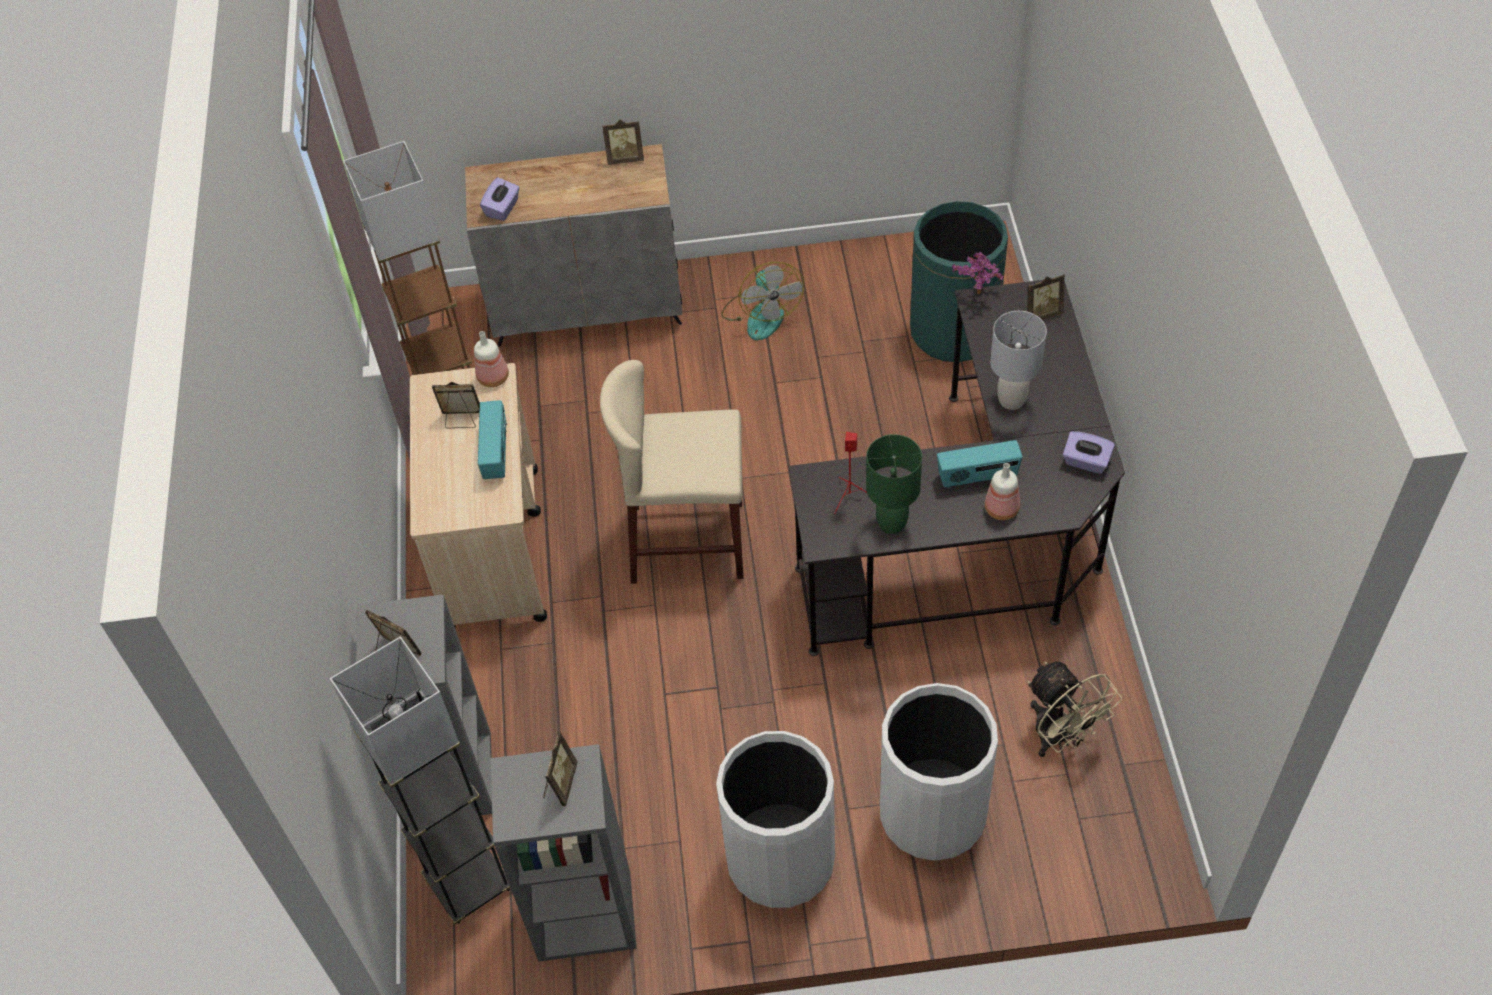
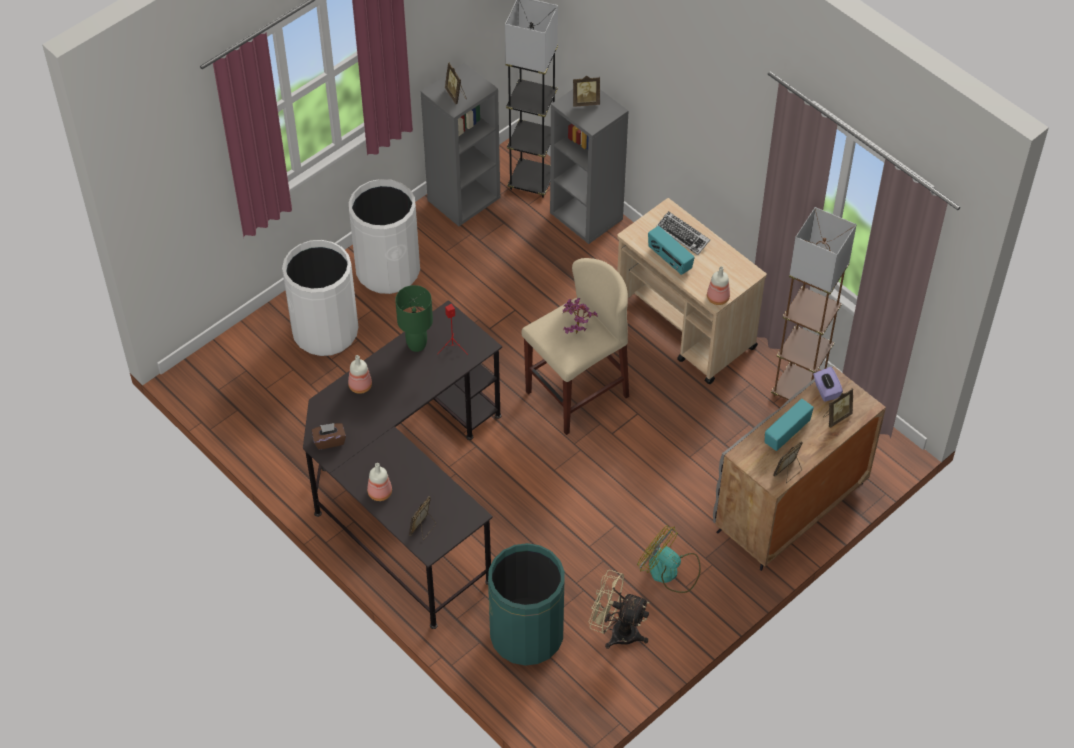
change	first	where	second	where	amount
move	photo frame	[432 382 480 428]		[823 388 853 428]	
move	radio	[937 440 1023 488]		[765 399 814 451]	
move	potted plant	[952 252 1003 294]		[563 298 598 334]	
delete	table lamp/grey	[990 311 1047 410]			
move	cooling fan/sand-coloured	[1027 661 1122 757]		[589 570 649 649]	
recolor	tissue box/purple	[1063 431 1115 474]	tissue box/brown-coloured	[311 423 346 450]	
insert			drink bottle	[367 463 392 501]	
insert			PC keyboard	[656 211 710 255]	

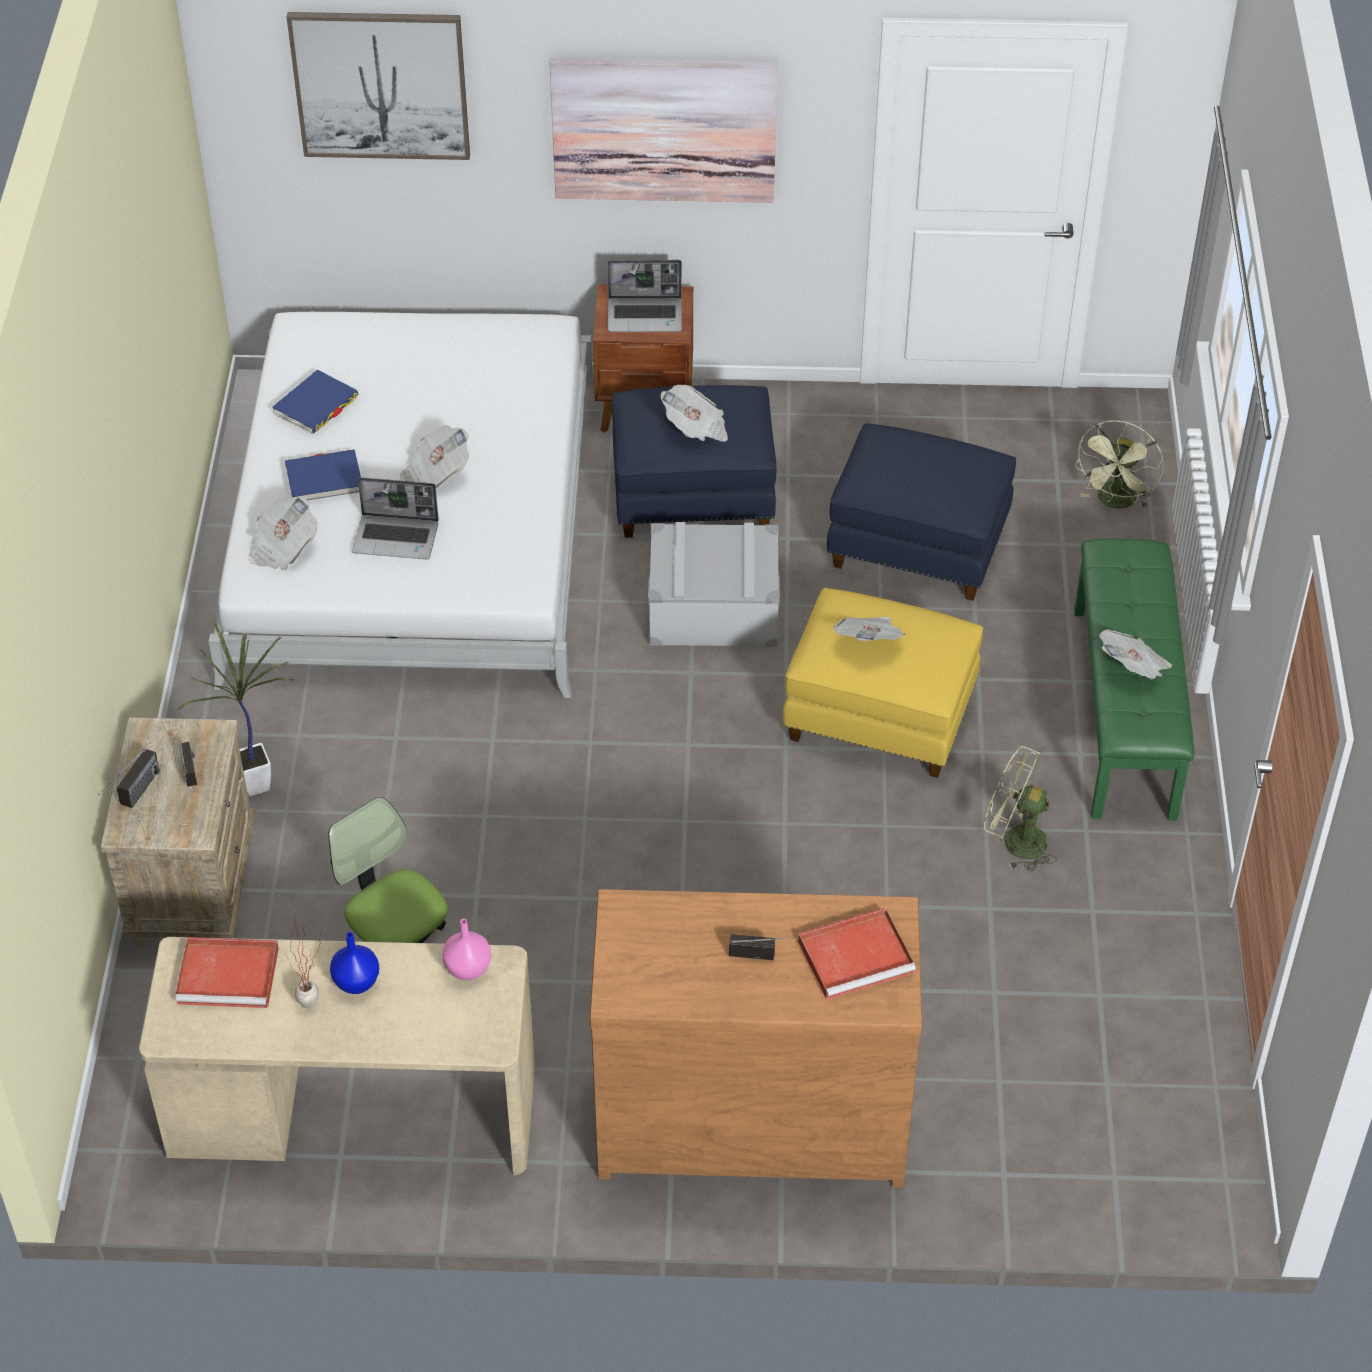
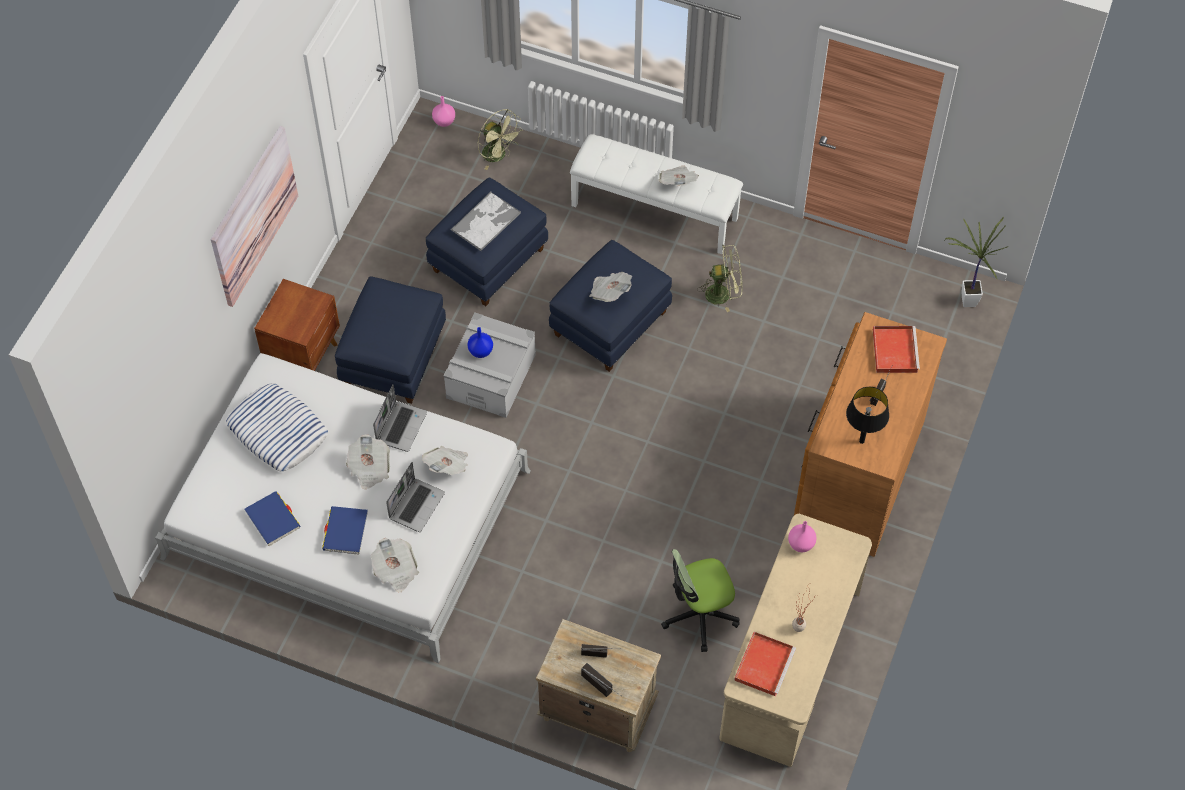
change	first	where	second	where	amount
move	potted plant	[178 623 295 796]		[944 217 1008 307]	
delete	wall picture	[287 12 470 160]			
move	flower vase/bluish	[330 932 379 994]		[467 327 493 358]	
move	laptop	[608 260 682 332]		[373 384 427 452]	
move	printed paper	[661 385 728 442]		[422 446 468 475]	
recolor	ottoman/yellow	[783 588 983 778]	ottoman/bluish	[549 240 672 372]	
rotate	cooling fan/green-coloured	[984 746 1057 871]		[697 245 743 312]	135 degrees counterclockwise
recolor	bench/green-coloured	[1074 538 1194 821]	bench/whitish	[570 134 743 254]	
insert			cushion	[226 383 328 471]	
insert			flower vase/pink-coloured	[432 96 455 127]	
insert			tray	[451 192 521 251]	
insert			table lamp/black-coloured	[846 387 889 444]	

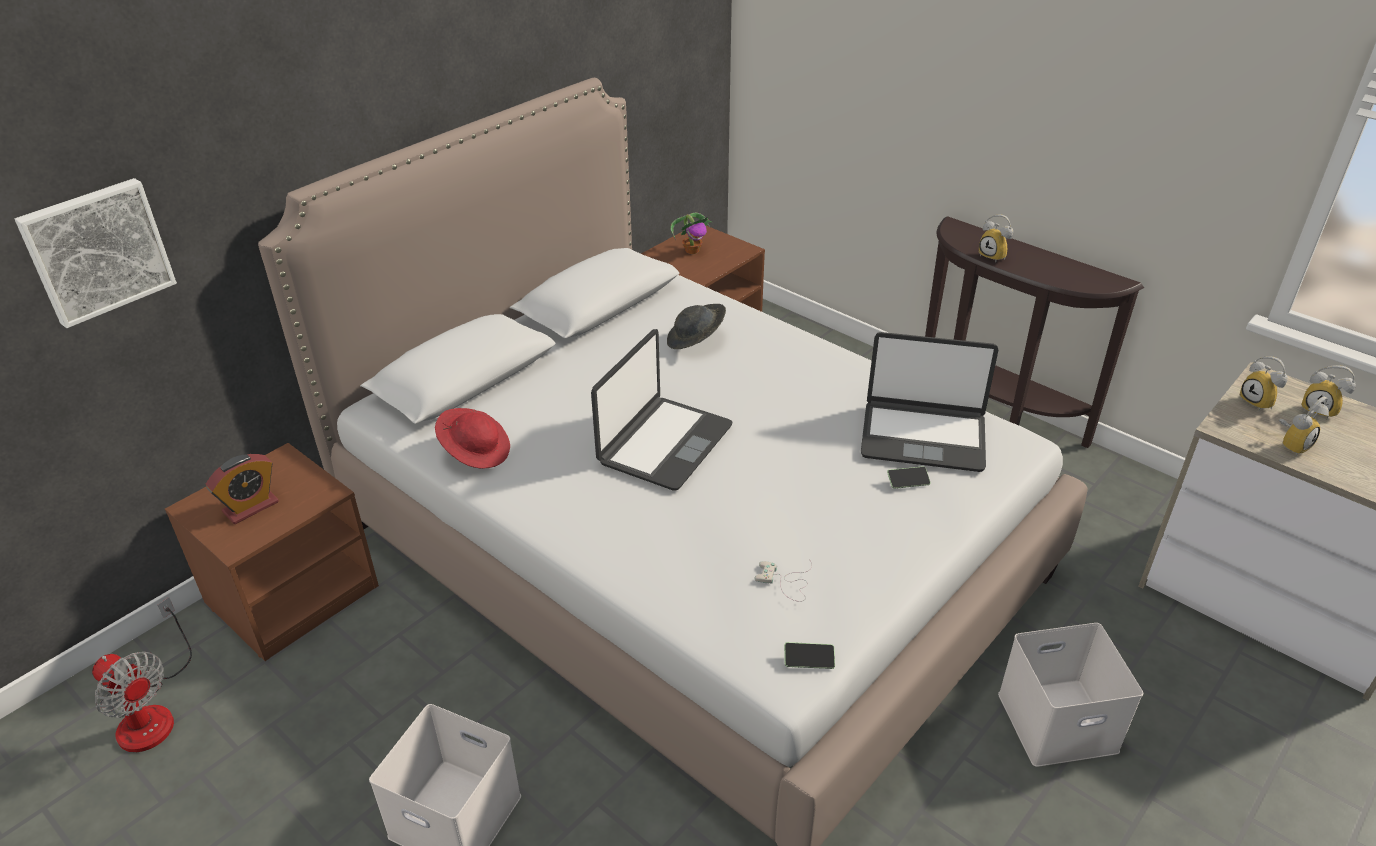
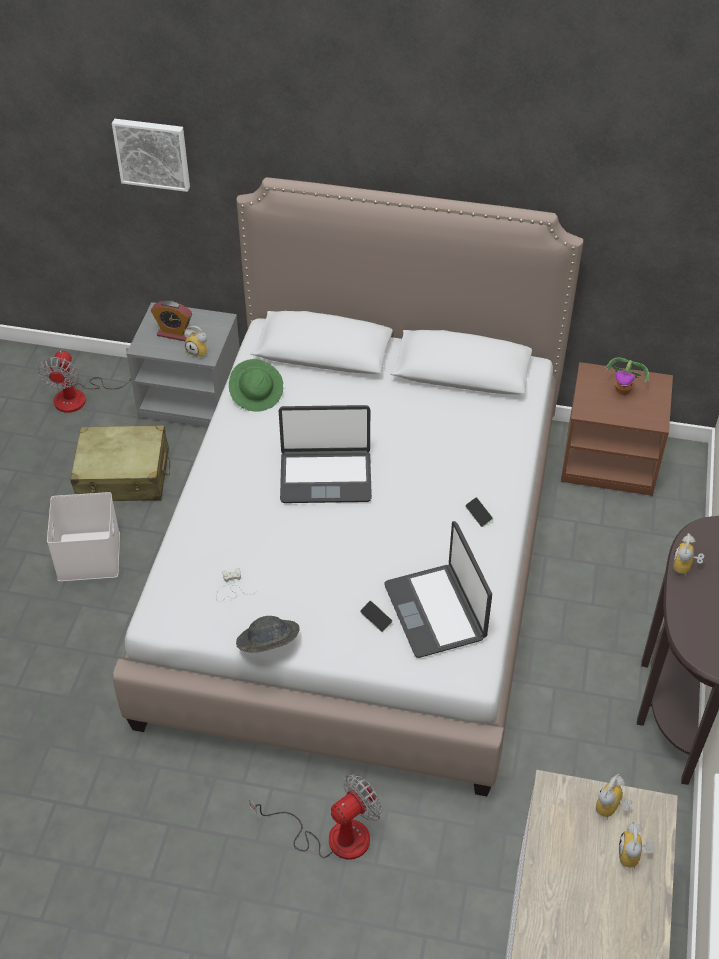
change	first	where	second	where	amount
recolor	bedside table/brown-coloured	[165 443 379 661]	bedside table/grey	[126 302 240 428]	
recolor	wearable hat/reddish	[435 408 510 469]	wearable hat/green-coloured	[229 359 283 412]	
move	wearable hat/grey	[667 304 726 349]		[236 616 299 653]	
move	handset	[784 642 835 669]		[465 497 493 527]	
replace	storage bin/whitish	[998 623 1143 767]	cooling fan	[249 774 382 860]	
move	table clock	[1279 397 1329 456]		[184 326 207 358]	
insert			piece of luggage/sand-coloured	[70 425 170 501]	

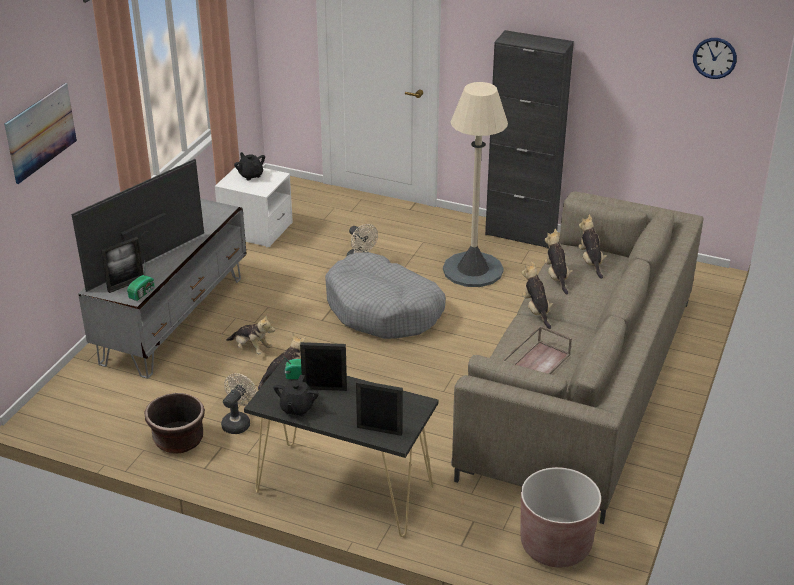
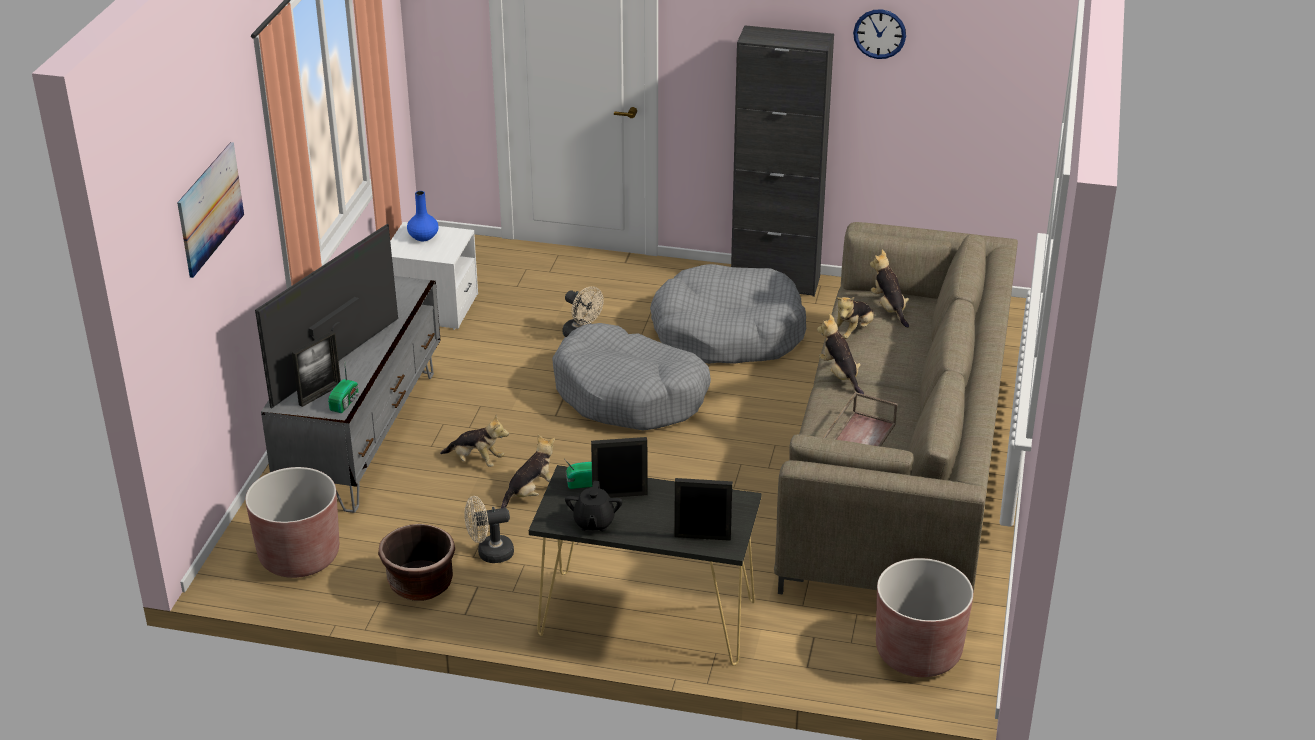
change	first	where	second	where	amount
rotate	cooling fan/sand-coloured	[221 373 257 434]		[465 496 514 563]	120 degrees counterclockwise
replace	teapot/black-coloured	[234 152 265 181]	flower vase/bluish	[407 191 439 241]	
replace	standing lamp/sand-coloured	[443 82 508 287]	dog cushion/grey	[650 264 806 364]	
rotate	plush toy	[544 229 573 294]		[836 297 875 339]	120 degrees counterclockwise
move	hanging clock	[693 38 737 79]		[853 9 906 59]	
insert			flower pot/brown-coloured	[245 467 339 578]	

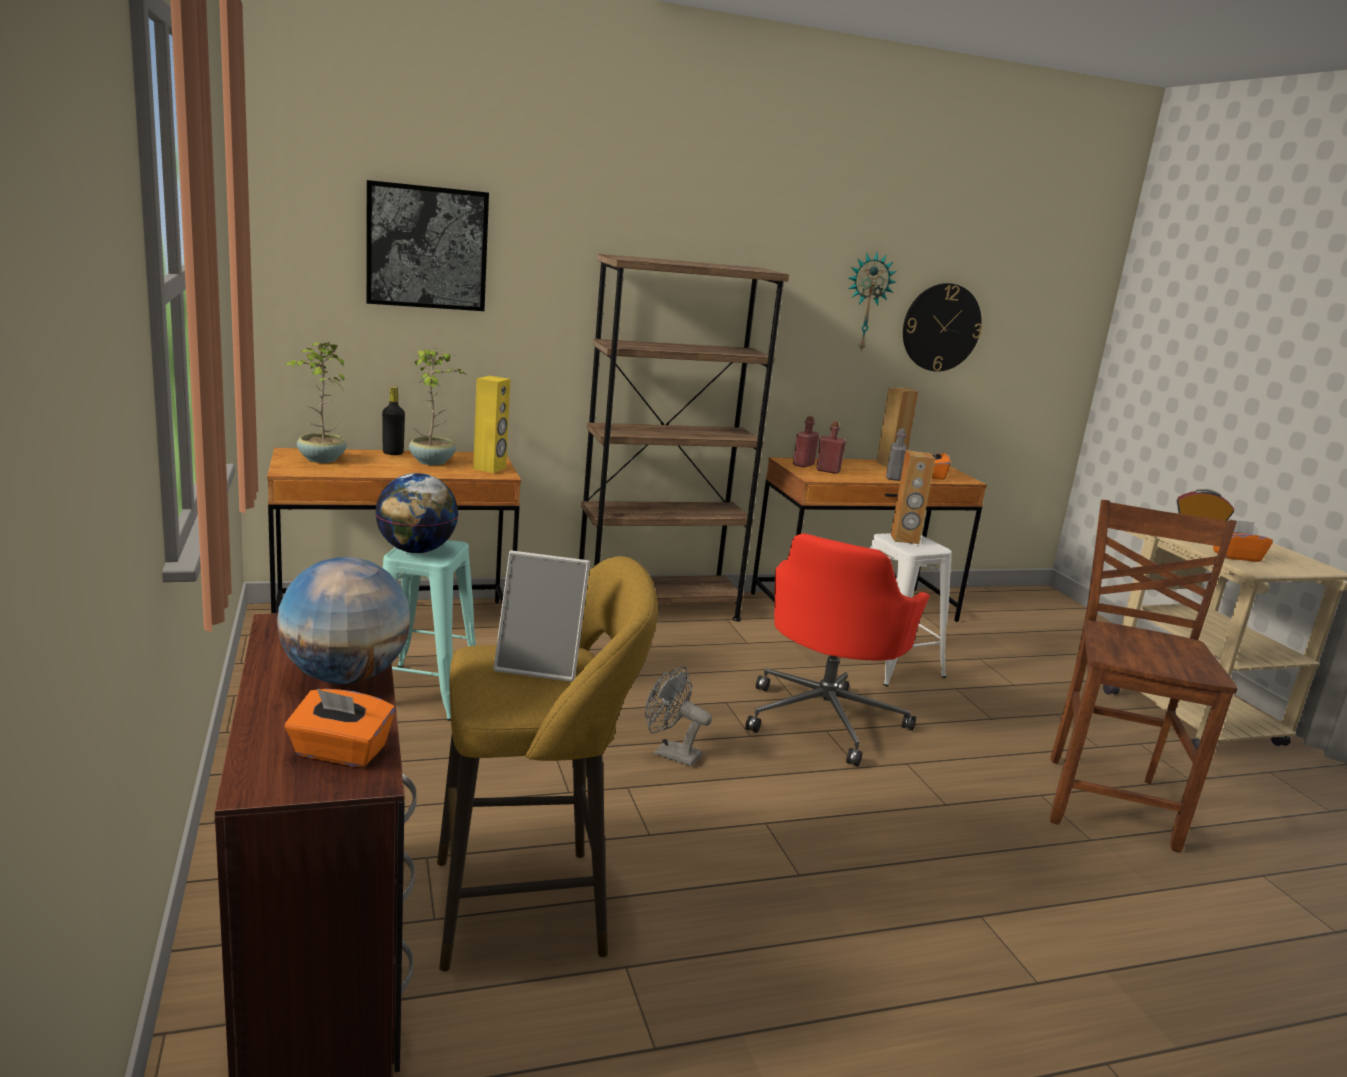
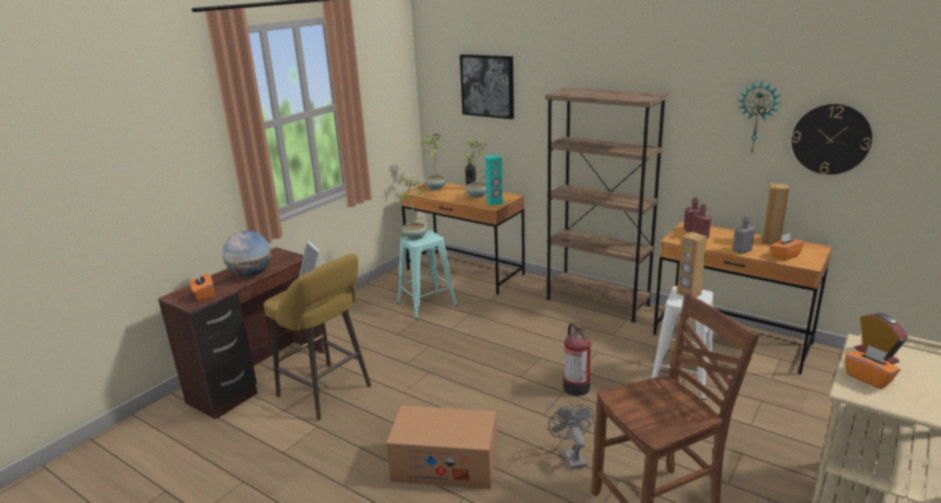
change	first	where	second	where	amount
replace	desk globe	[376 473 458 553]	potted plant	[398 177 427 240]	
recolor	audio speaker/yellow	[473 376 510 473]	audio speaker/turquoise	[485 155 503 206]	
move	cooling fan/grey	[645 666 712 767]		[548 404 594 469]	
replace	desk chair/reddish	[745 533 930 766]	fire extinguisher	[563 323 591 396]	
insert			carton	[386 406 497 489]	

